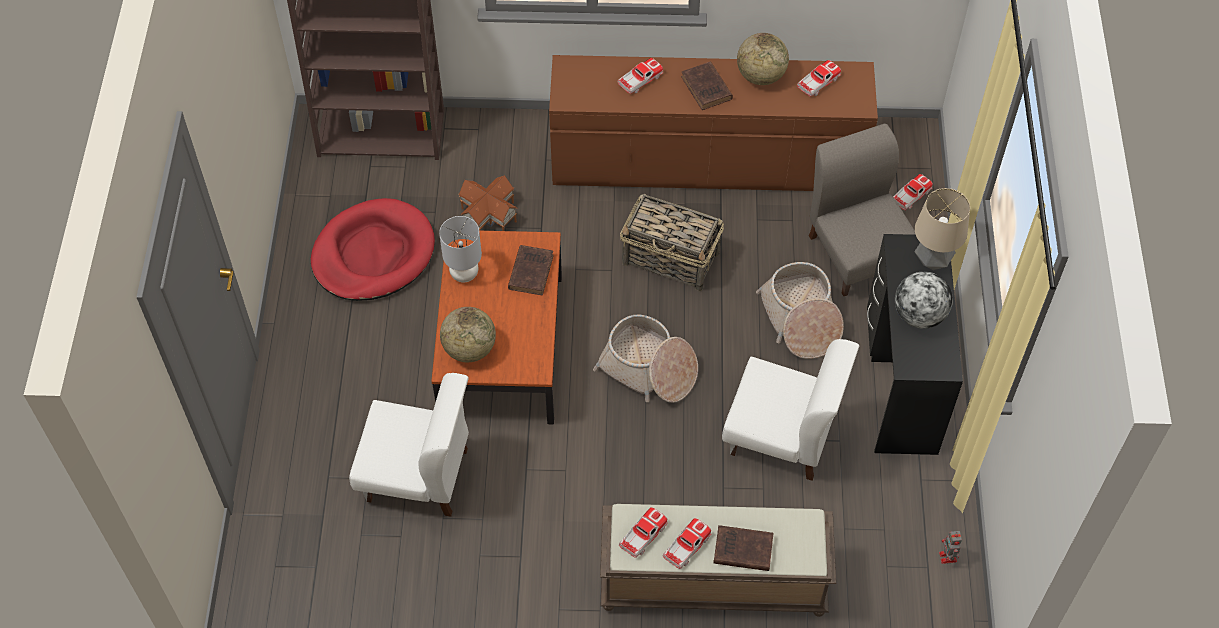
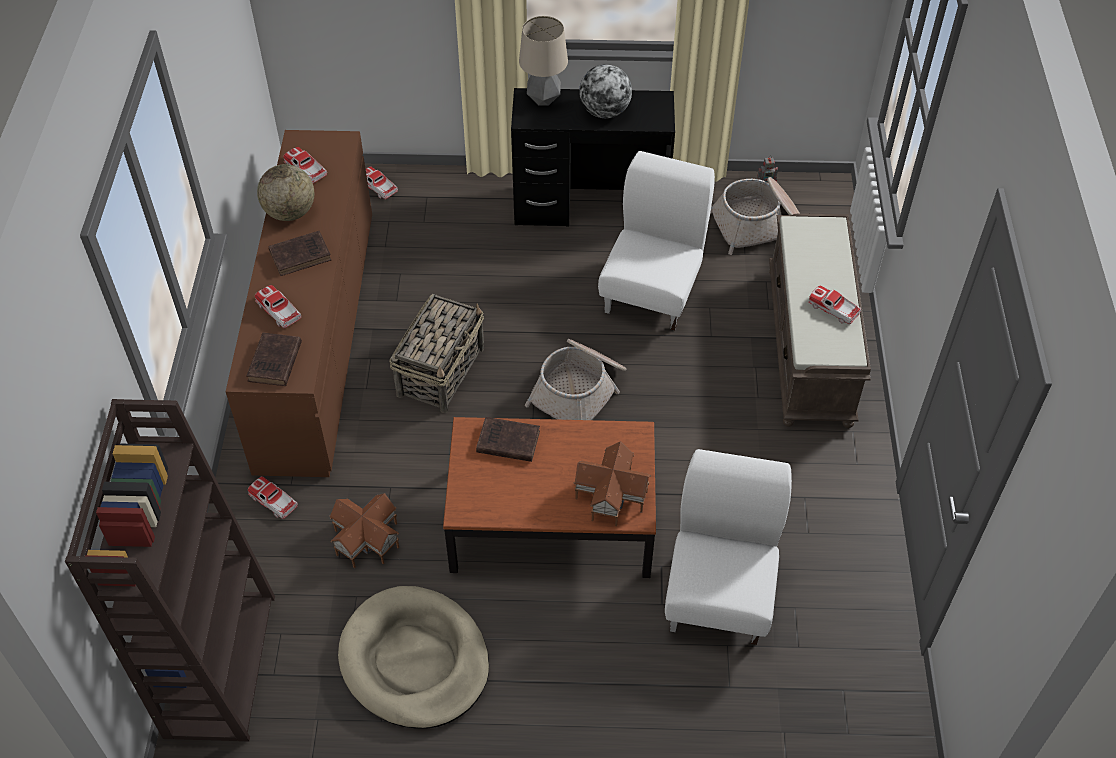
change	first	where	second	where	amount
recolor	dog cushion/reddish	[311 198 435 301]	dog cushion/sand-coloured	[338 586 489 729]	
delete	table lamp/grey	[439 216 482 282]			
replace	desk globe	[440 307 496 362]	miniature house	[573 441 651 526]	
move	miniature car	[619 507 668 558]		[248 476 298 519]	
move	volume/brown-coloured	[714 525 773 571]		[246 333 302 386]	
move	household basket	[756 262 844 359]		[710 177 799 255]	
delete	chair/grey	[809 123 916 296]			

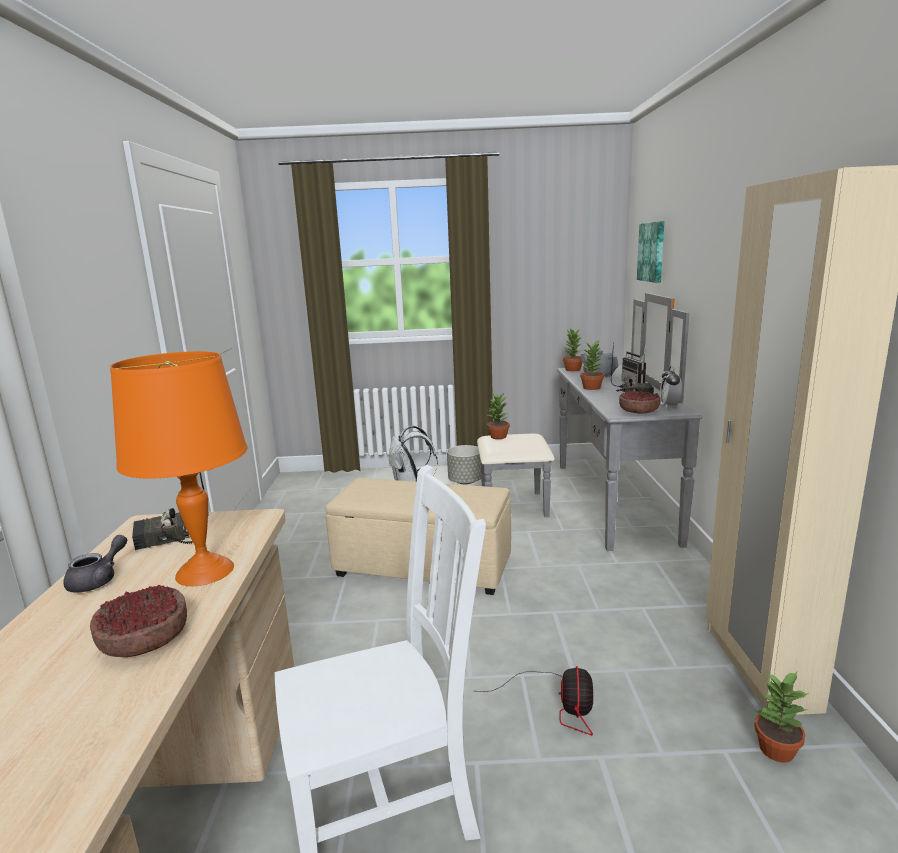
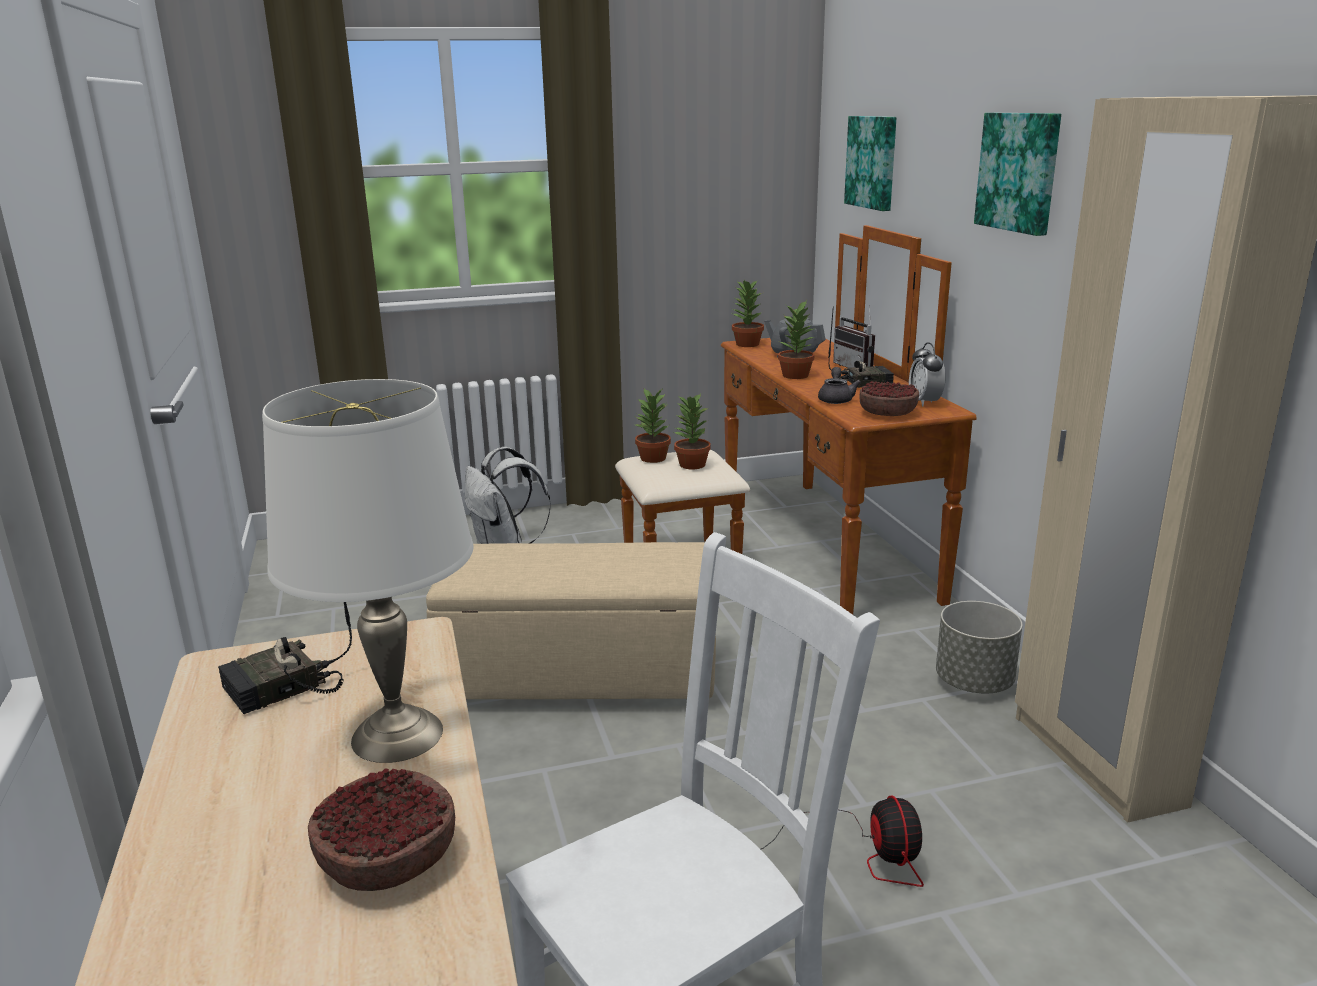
change	first	where	second	where	amount
move	teapot/grey	[63 535 127 593]		[818 367 861 404]	
recolor	table lamp/orange	[110 351 247 586]	table lamp/whitish	[262 379 473 763]	
move	flower pot/grey	[447 445 481 484]		[936 601 1023 694]	
recolor	drawer chest/grey	[477 293 702 551]	drawer chest/brown-coloured	[615 225 977 615]	
move	potted plant	[754 672 809 763]		[674 394 711 469]	
insert			wall picture	[974 113 1061 236]	

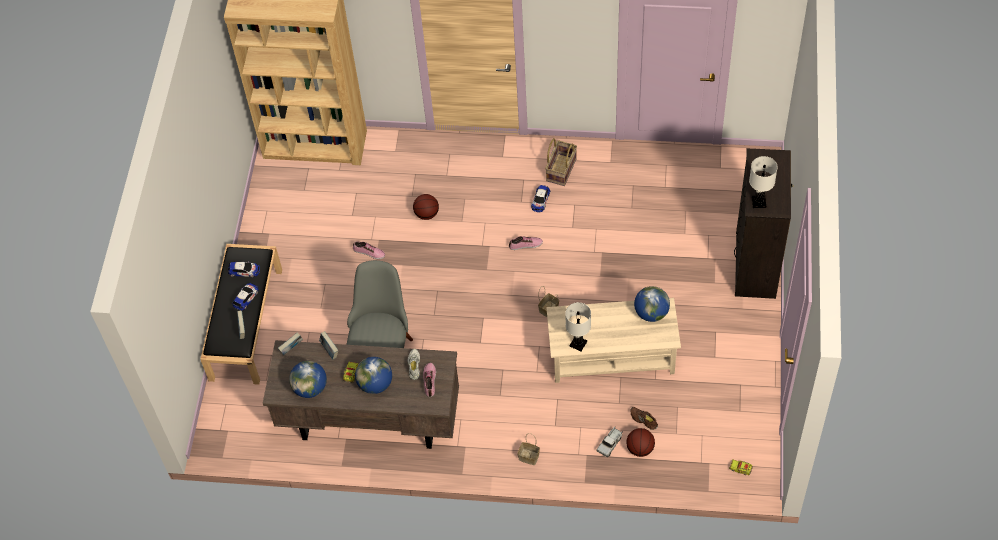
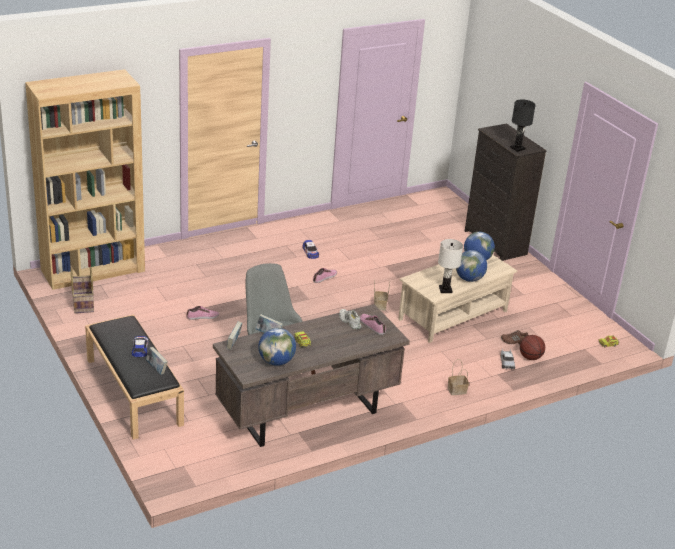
change	first	where	second	where	amount
delete	miniature car	[228 261 260 277]			
move	desk globe	[355 357 392 394]		[456 250 487 282]	
delete	basketball	[413 194 439 220]			
move	household basket	[545 138 577 186]		[70 267 94 314]	
recolor	table lamp/whitish	[749 156 778 208]	table lamp/black-coloured	[510 100 535 152]	

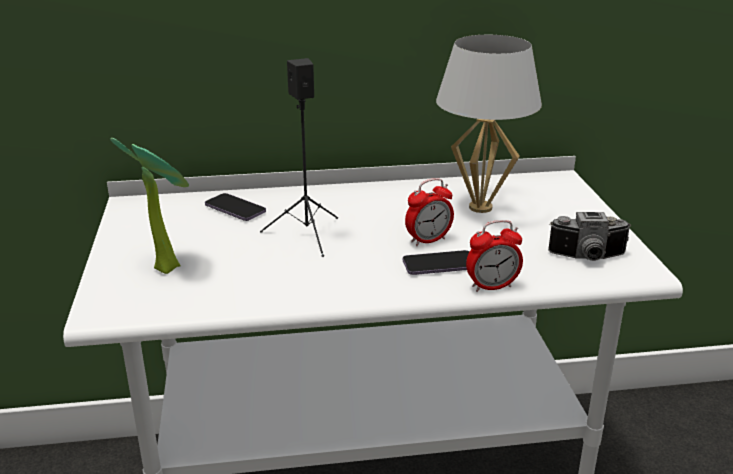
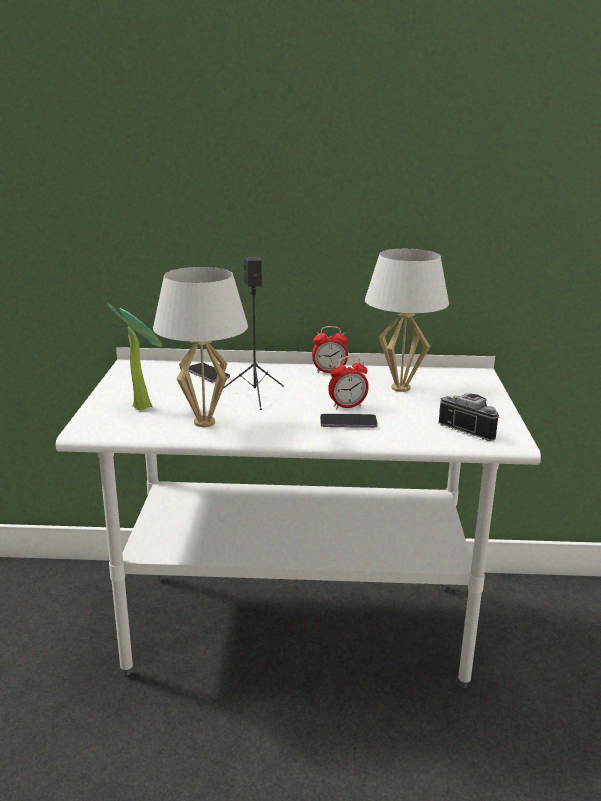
change	first	where	second	where	amount
move	table clock	[466 220 523 292]		[312 326 348 373]	
rotate	still camera	[548 212 631 261]		[439 393 500 441]	150 degrees counterclockwise
insert			table lamp/whitish	[153 267 248 427]	

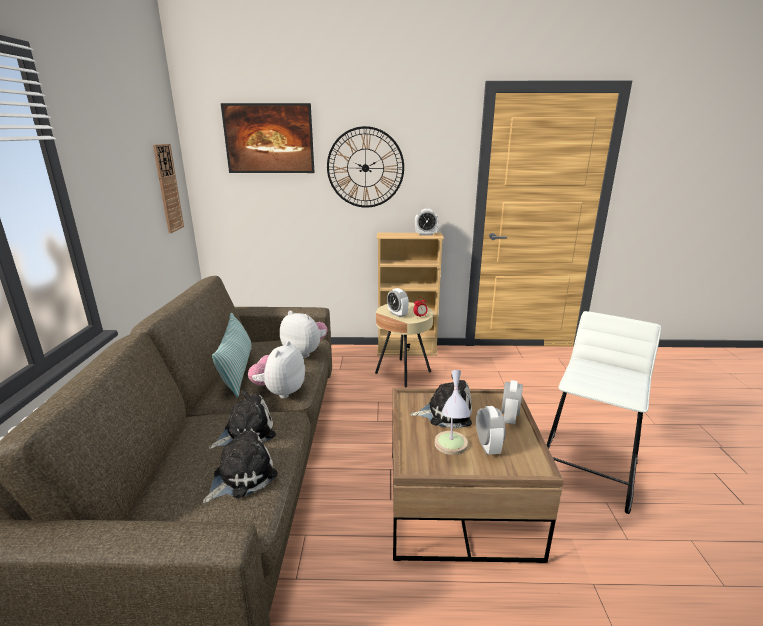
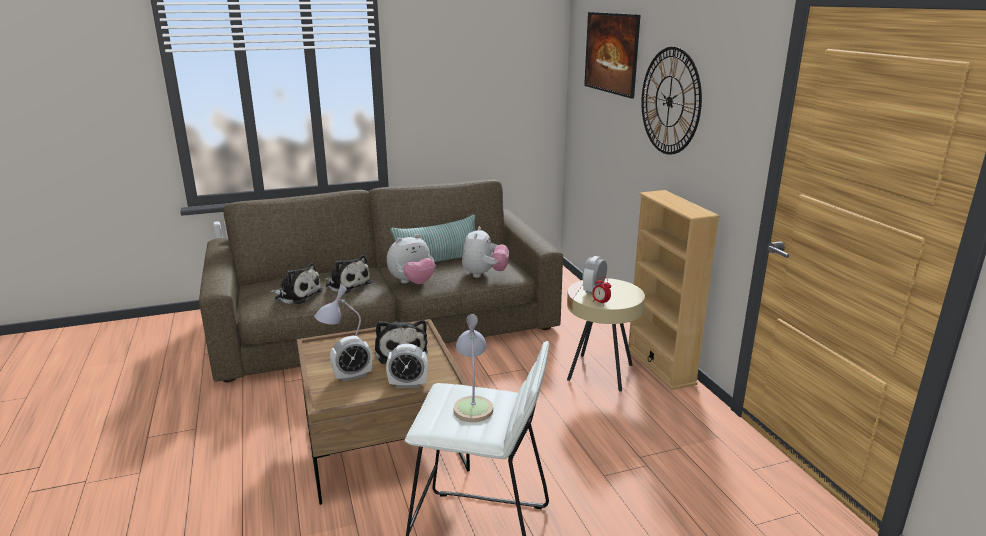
change	first	where	second	where	amount
delete	hanging clock	[153 144 184 233]			
rotate	plush toy	[248 341 305 399]		[387 234 435 284]	150 degrees clockwise
delete	table clock	[415 209 439 236]			
insert			table lamp	[453 314 493 422]	

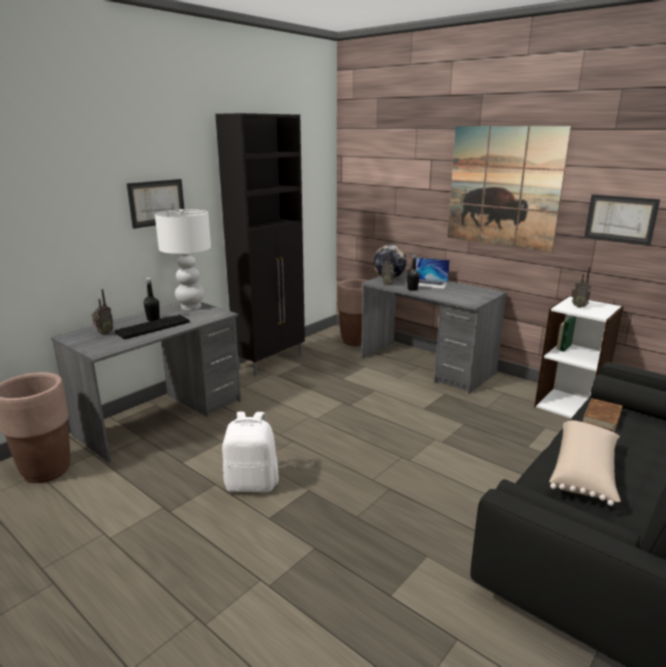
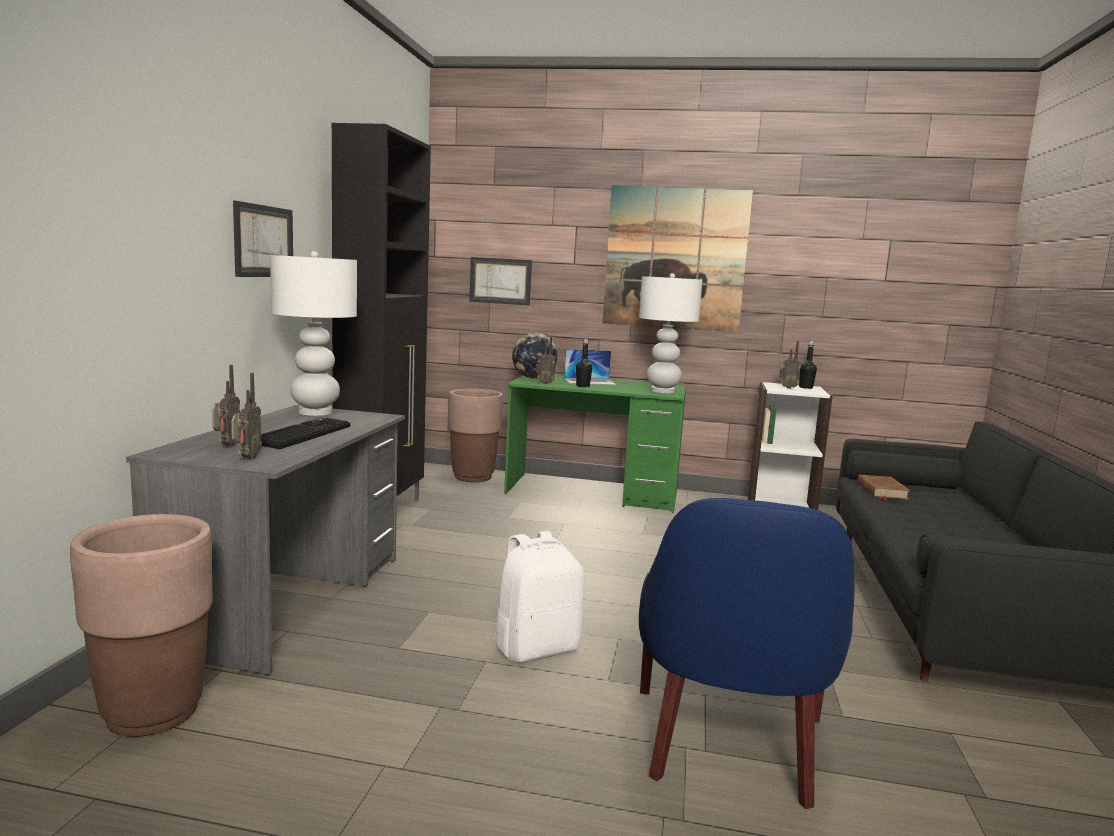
change	first	where	second	where	amount
move	drink bottle/black-coloured	[144 278 160 321]		[799 340 817 389]	
recolor	desk/grey	[360 272 507 394]	desk/green-coloured	[504 375 686 512]	
delete	cushion/sand-coloured	[549 420 621 506]			
move	wall picture	[584 194 660 245]		[469 257 532 305]	
insert			radio	[231 373 262 460]	
insert			table lamp/whitish	[639 273 703 393]	
insert			lounge chair/bluish	[639 498 854 809]	

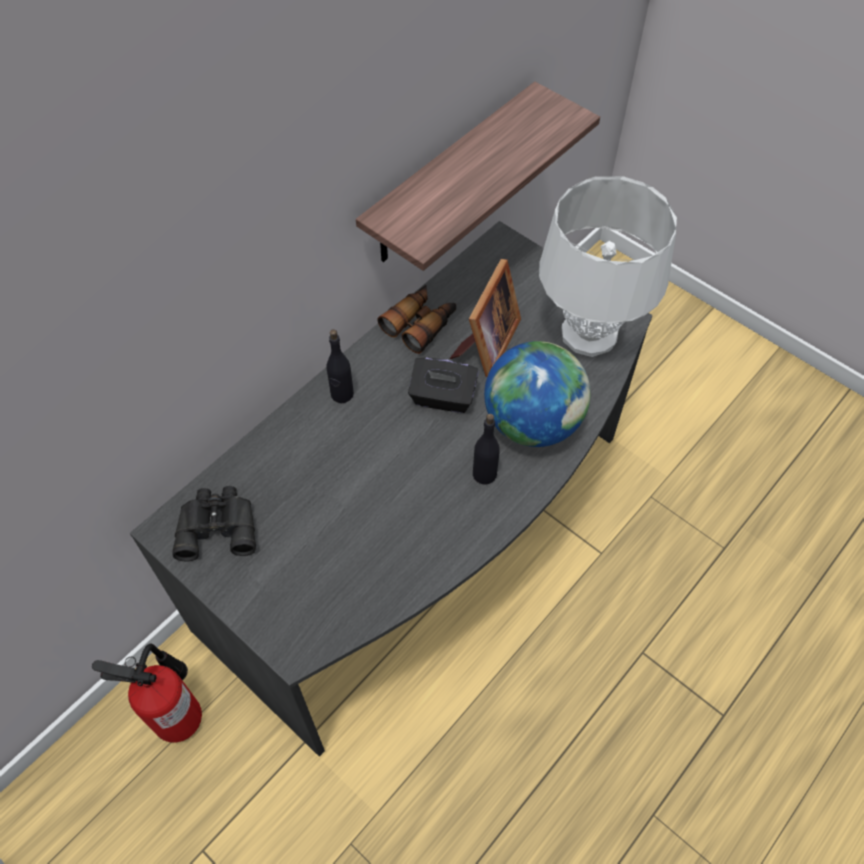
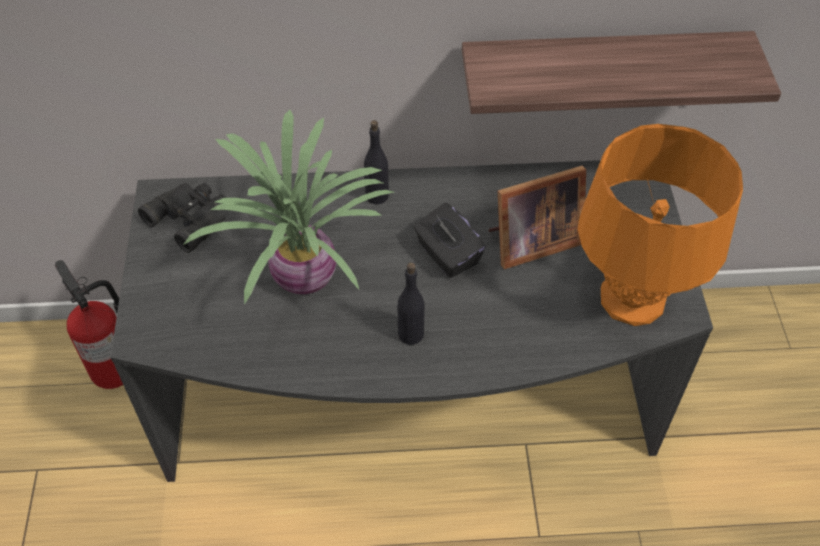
change	first	where	second	where	amount
delete	field glasses	[378 285 456 354]			
delete	desk globe	[484 341 591 447]			
recolor	table lamp/whitish	[539 176 677 357]	table lamp/orange	[578 124 743 326]	
insert			potted plant	[183 110 394 305]	

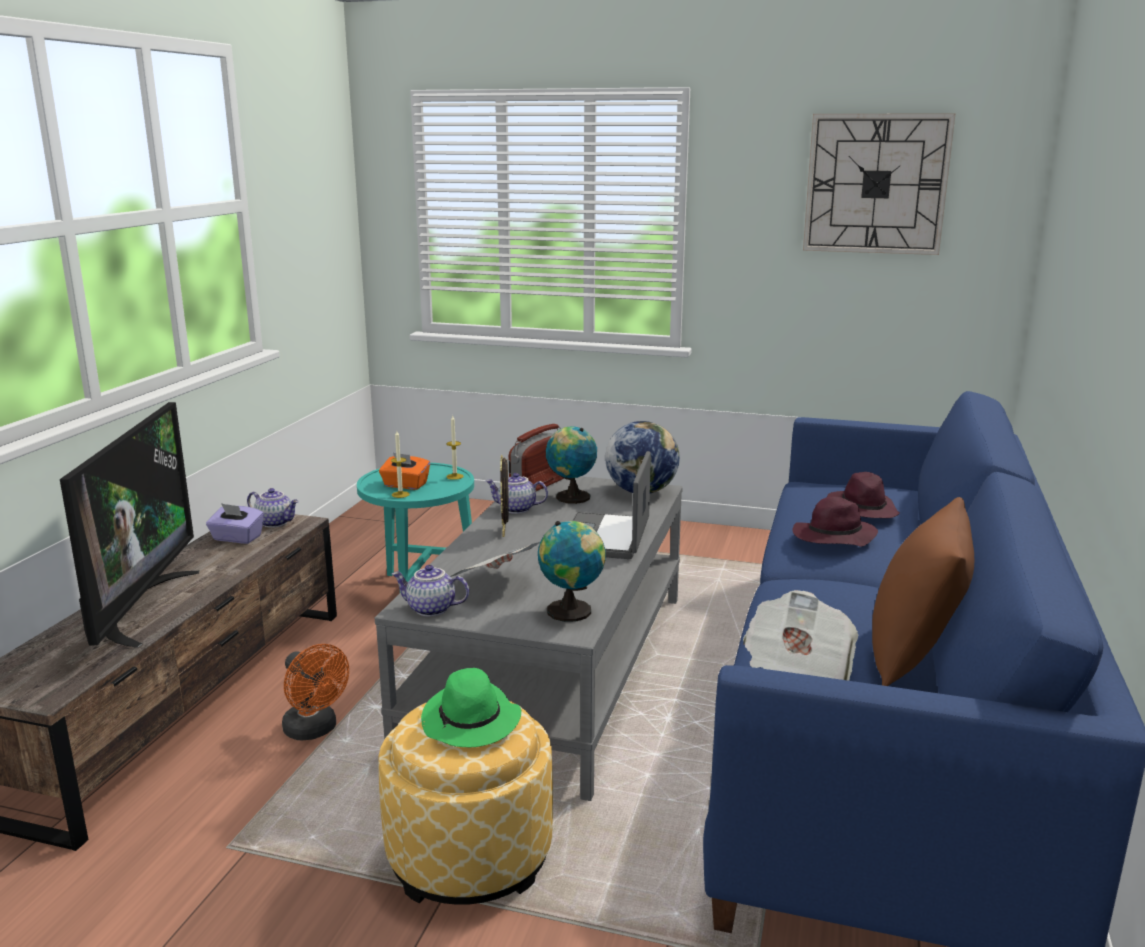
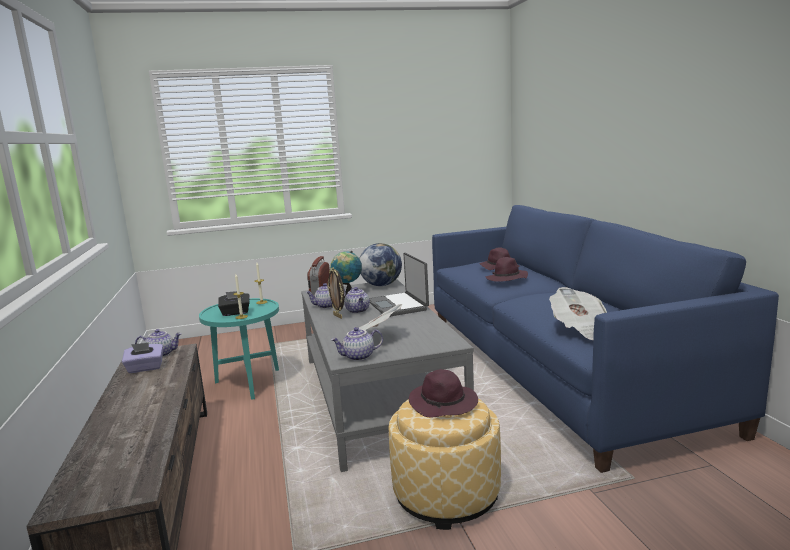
change	first	where	second	where	amount
delete	television	[60 402 199 648]			
delete	cooling fan/orange	[282 644 349 740]			
recolor	tissue box/orange	[379 453 430 490]	tissue box/black-coloured	[218 291 250 316]	
recolor	wearable hat/green-coloured	[421 668 521 747]	wearable hat/purple	[409 369 478 417]	
delete	desk globe	[538 521 606 622]			
delete	hanging clock	[803 113 956 255]			
delete	cushion/brown-coloured	[872 497 974 686]			
insert			teapot	[344 287 370 313]	

